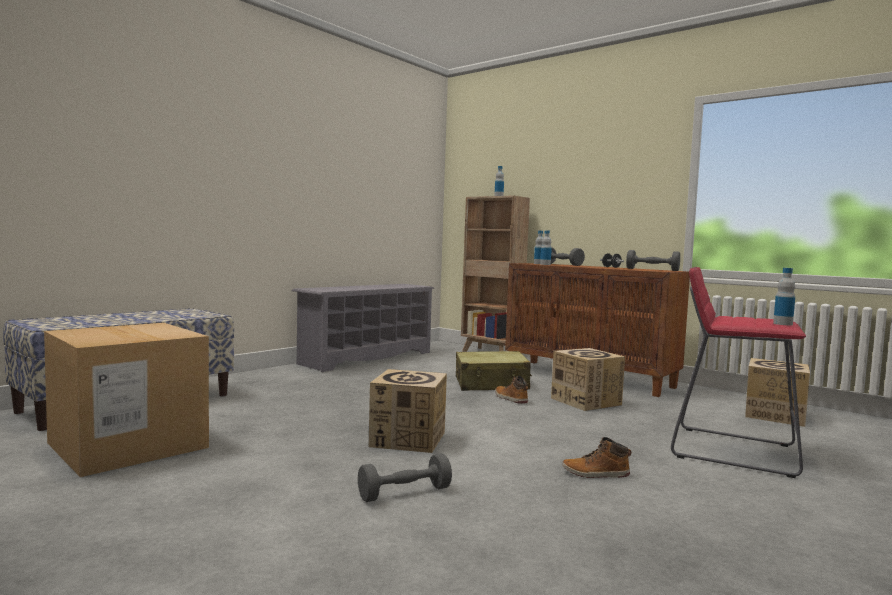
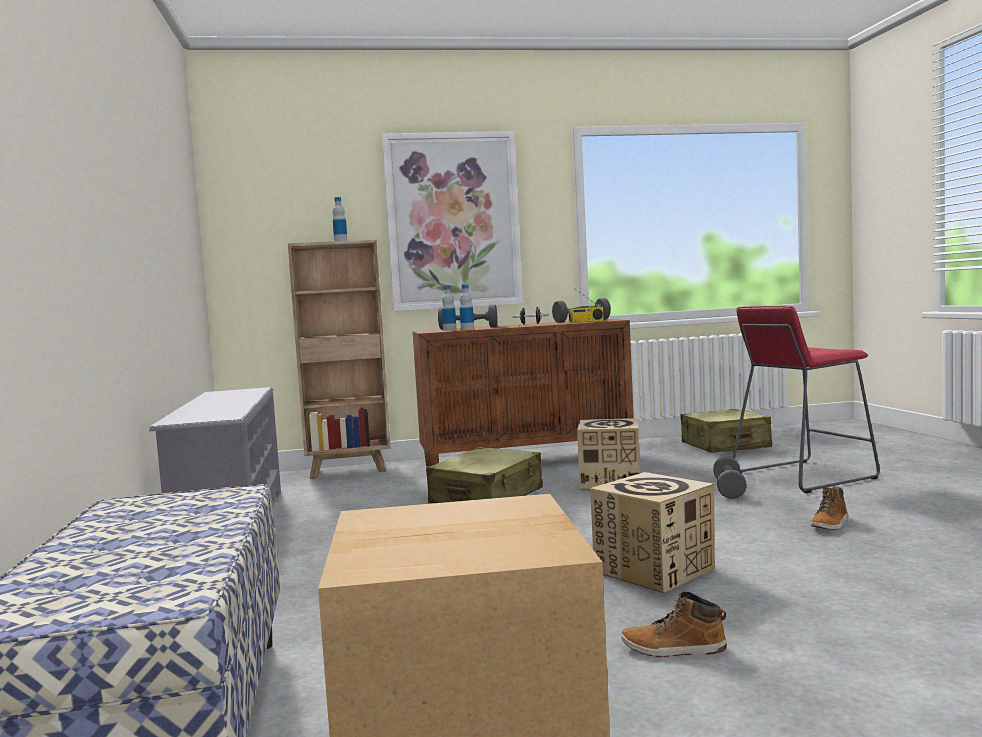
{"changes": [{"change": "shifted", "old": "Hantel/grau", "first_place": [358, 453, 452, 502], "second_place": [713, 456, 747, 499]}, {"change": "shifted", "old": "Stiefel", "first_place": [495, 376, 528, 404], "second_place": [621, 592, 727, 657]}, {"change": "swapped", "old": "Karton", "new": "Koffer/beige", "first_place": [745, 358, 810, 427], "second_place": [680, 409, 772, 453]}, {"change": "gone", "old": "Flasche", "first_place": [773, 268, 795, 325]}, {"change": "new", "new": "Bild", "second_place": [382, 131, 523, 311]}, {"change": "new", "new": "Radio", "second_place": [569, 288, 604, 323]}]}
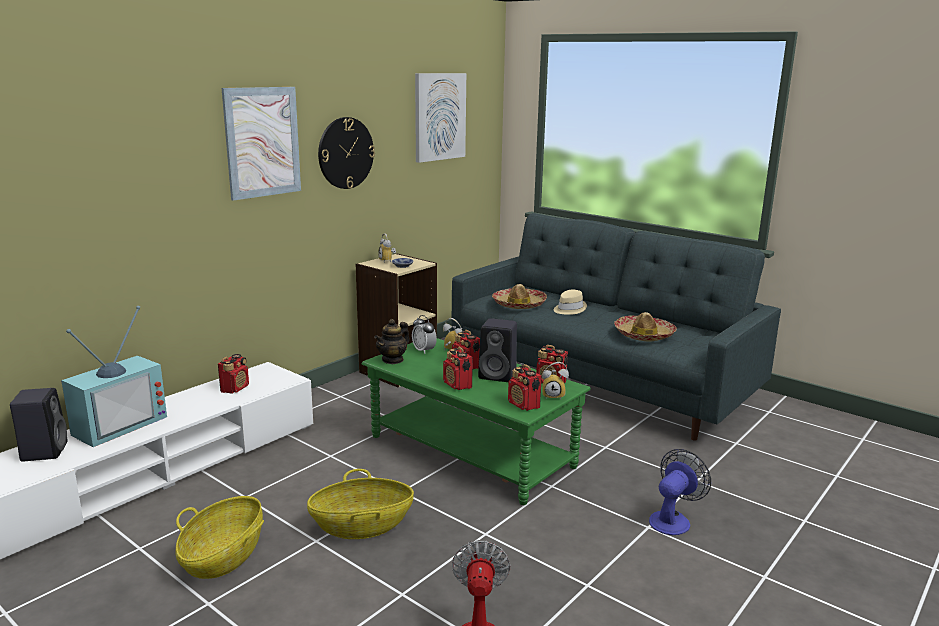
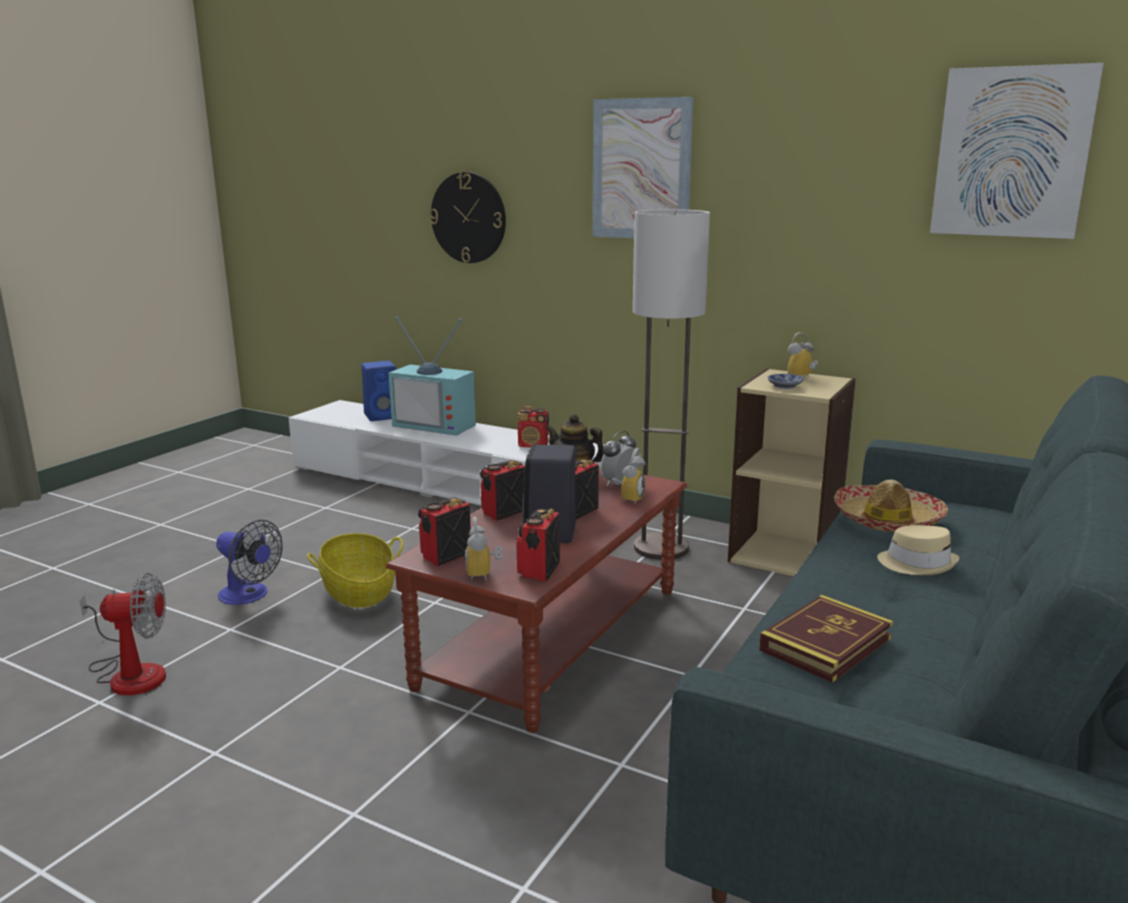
{"changes": [{"change": "repainted", "old": "Lautsprecher/schwarz", "new": "Lautsprecher/blau", "first_place": [10, 388, 67, 461], "second_place": [362, 361, 397, 421]}, {"change": "gone", "old": "Korb", "first_place": [175, 496, 264, 579]}, {"change": "shifted", "old": "Wanduhr", "first_place": [318, 117, 375, 189], "second_place": [429, 172, 506, 263]}, {"change": "repainted", "old": "Couchtisch/grün", "new": "Couchtisch/braun", "first_place": [362, 338, 591, 505], "second_place": [386, 467, 687, 733]}, {"change": "swapped", "old": "Hut", "new": "Buch", "first_place": [614, 312, 677, 342], "second_place": [759, 595, 893, 682]}, {"change": "shifted", "old": "Ventilator", "first_place": [649, 449, 711, 535], "second_place": [216, 520, 282, 605]}, {"change": "new", "new": "Stehlampe", "second_place": [633, 209, 710, 560]}]}
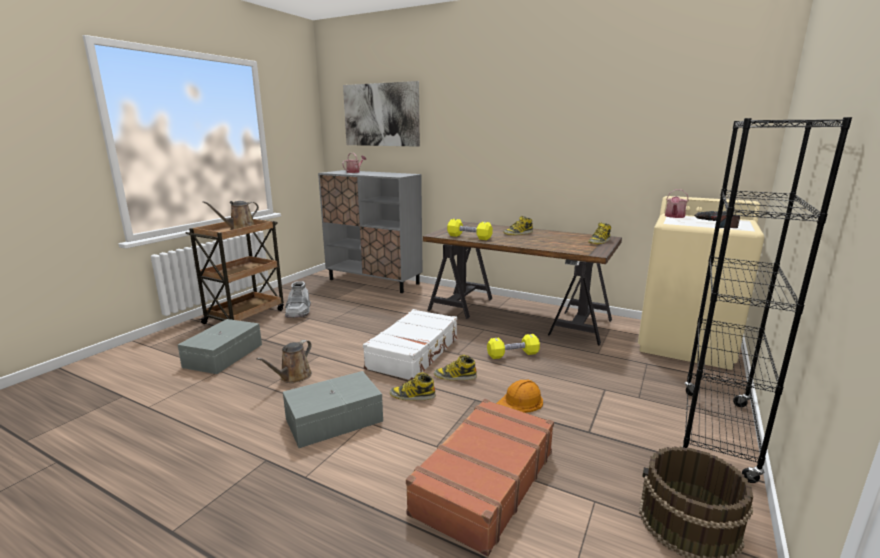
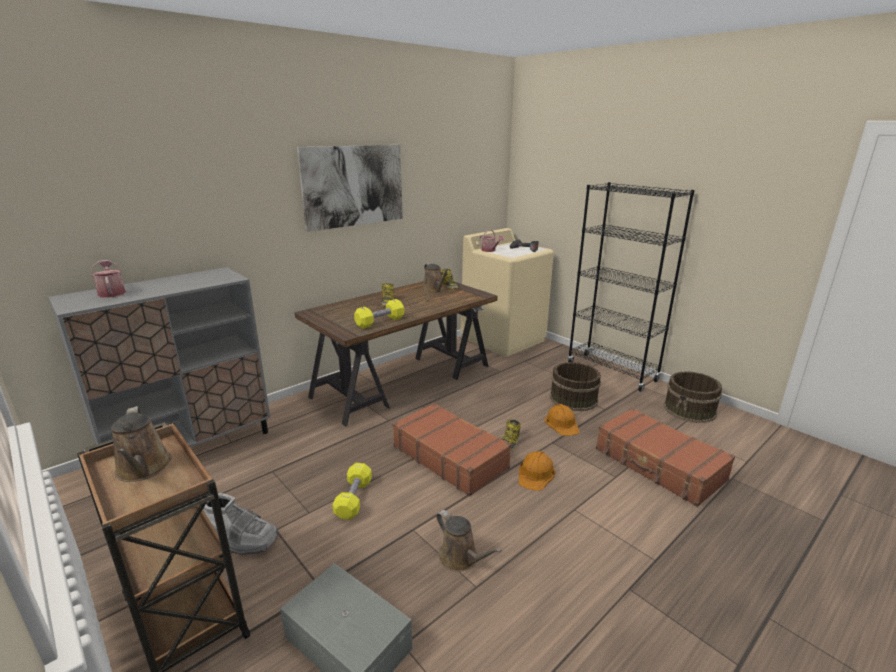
{"changes": [{"change": "gone", "old": "Aufbewahrungsbox/grau", "first_place": [283, 371, 383, 448]}, {"change": "shifted", "old": "Bild", "first_place": [343, 81, 420, 147], "second_place": [297, 145, 403, 232]}, {"change": "repainted", "old": "Koffer/weiß", "new": "Koffer/braun", "first_place": [363, 309, 458, 380], "second_place": [392, 403, 512, 496]}, {"change": "swapped", "old": "Stiefel", "new": "Schutzhelm/orange", "first_place": [390, 372, 436, 400], "second_place": [519, 451, 556, 491]}, {"change": "shifted", "old": "Hantel/gelb", "first_place": [487, 334, 540, 359], "second_place": [332, 463, 372, 520]}, {"change": "new", "new": "Gießkanne/braun", "second_place": [422, 263, 449, 294]}, {"change": "new", "new": "Eimer/braun", "second_place": [550, 362, 601, 411]}]}
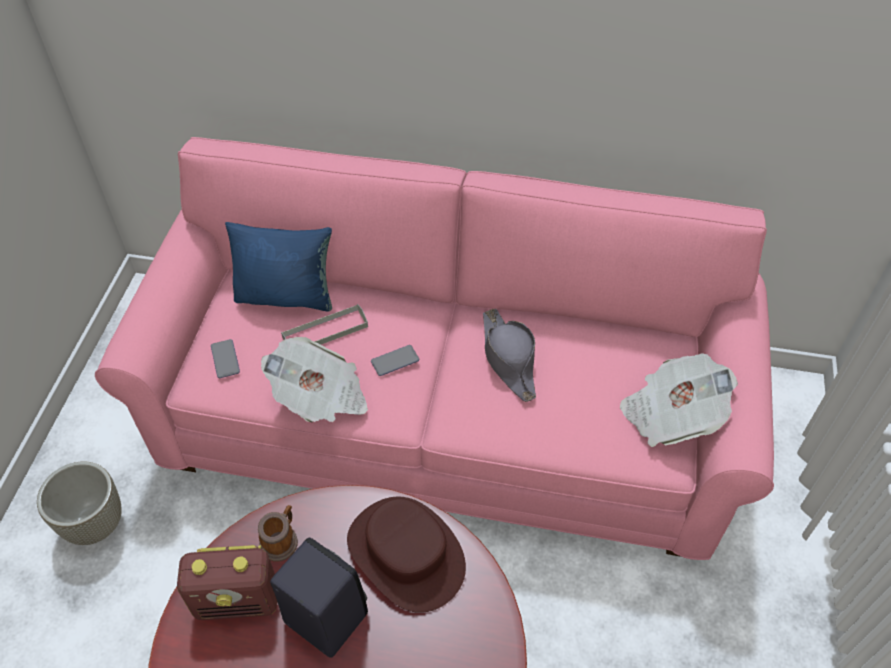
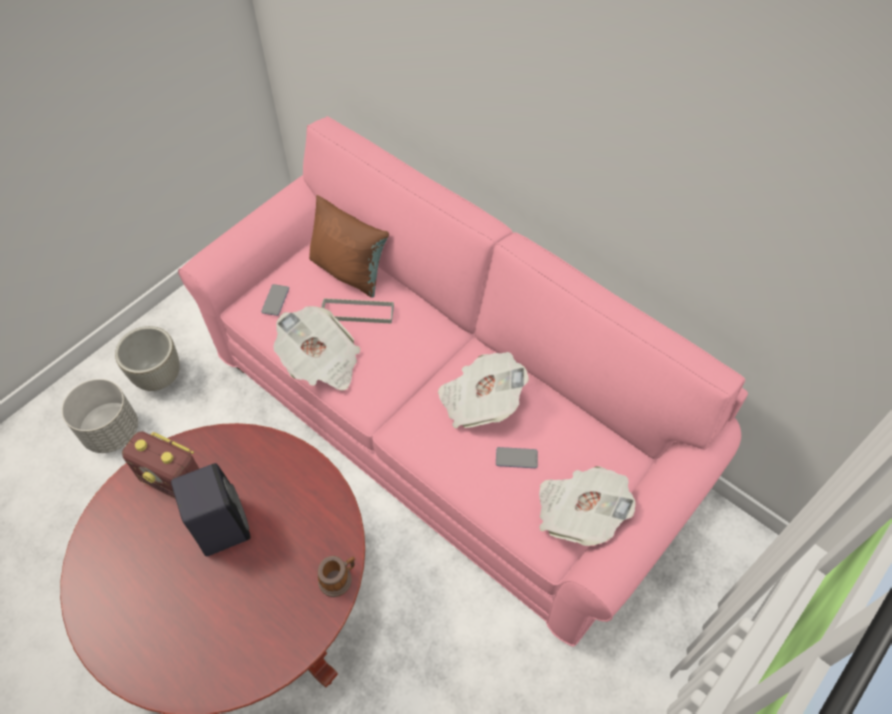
{"changes": [{"change": "repainted", "old": "Kissen/blau", "new": "Kissen/braun", "first_place": [225, 222, 332, 312], "second_place": [309, 195, 389, 298]}, {"change": "shifted", "old": "Henkelbecher", "first_place": [258, 505, 298, 561], "second_place": [318, 556, 355, 597]}, {"change": "gone", "old": "Hut/braun", "first_place": [347, 497, 466, 613]}, {"change": "shifted", "old": "Handy", "first_place": [371, 345, 419, 376], "second_place": [496, 447, 538, 468]}, {"change": "swapped", "old": "Hut/grau", "new": "Zeitung", "first_place": [483, 309, 536, 402], "second_place": [438, 352, 529, 428]}, {"change": "new", "new": "Pflanzkübel/grau", "second_place": [62, 379, 138, 453]}]}
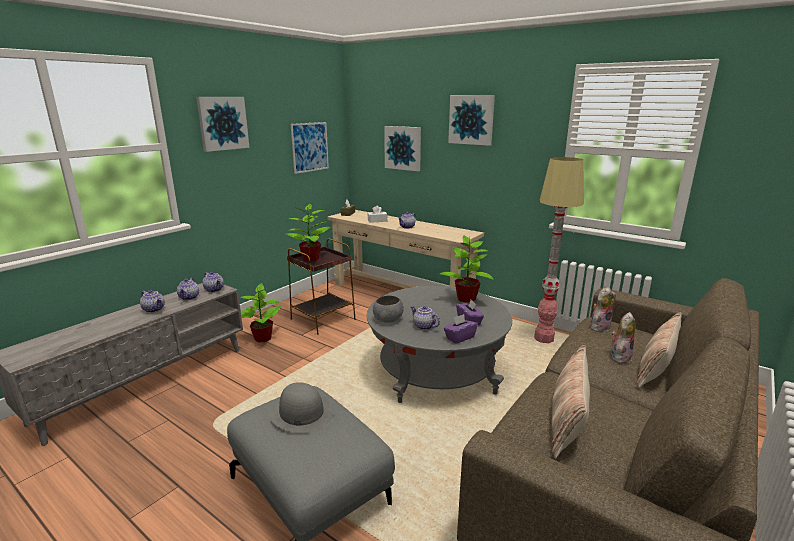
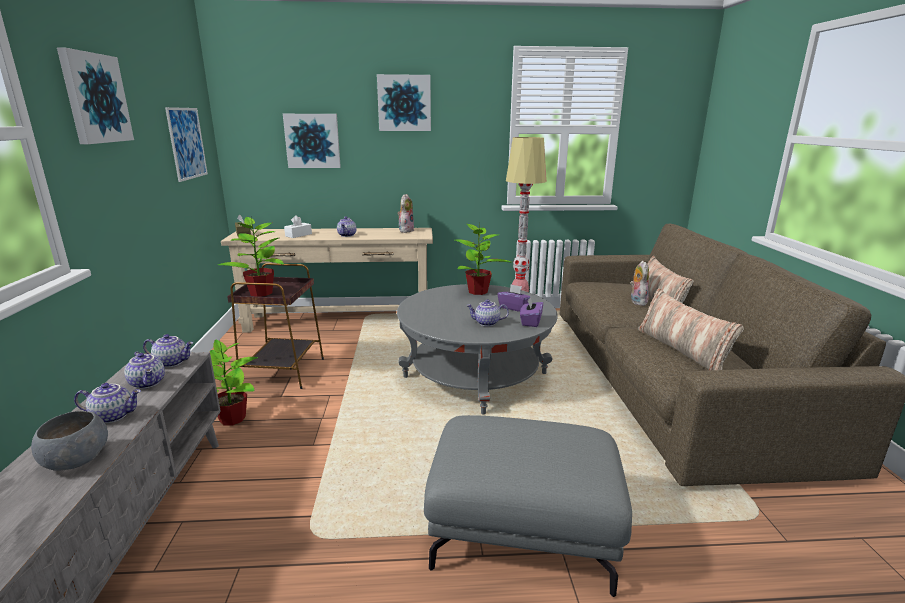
{"changes": [{"change": "gone", "old": "Hut/grau", "first_place": [270, 382, 333, 434]}, {"change": "shifted", "old": "Schüssel/grau", "first_place": [373, 295, 404, 323], "second_place": [31, 411, 108, 470]}, {"change": "shifted", "old": "Plüschtier", "first_place": [590, 287, 616, 332], "second_place": [397, 194, 414, 233]}]}
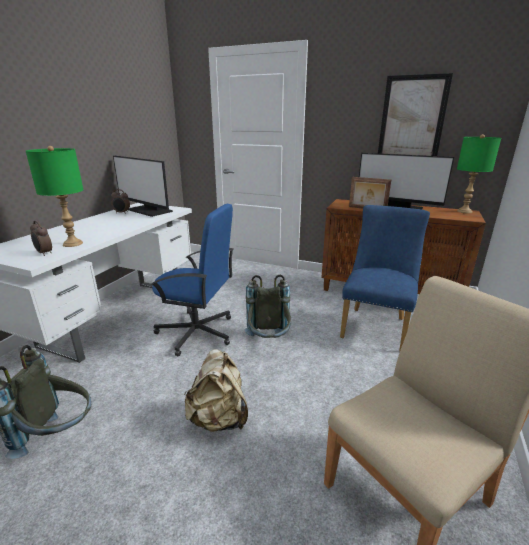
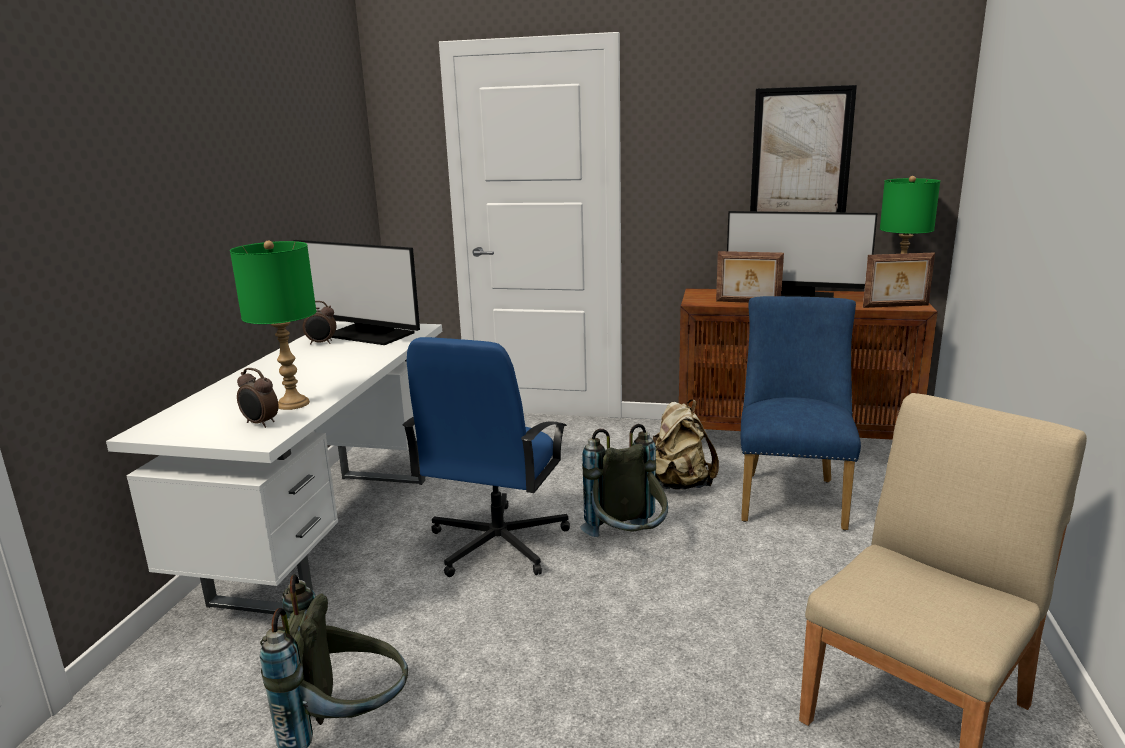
{"changes": [{"change": "rotated", "old": "Bürostuhl/blau", "first_place": [151, 204, 234, 356], "second_place": [402, 337, 570, 577], "degrees": 105}, {"change": "shifted", "old": "Rucksack/beige", "first_place": [184, 349, 248, 432], "second_place": [652, 400, 719, 490]}, {"change": "new", "new": "Bilderrahmen", "second_place": [863, 252, 935, 308]}]}
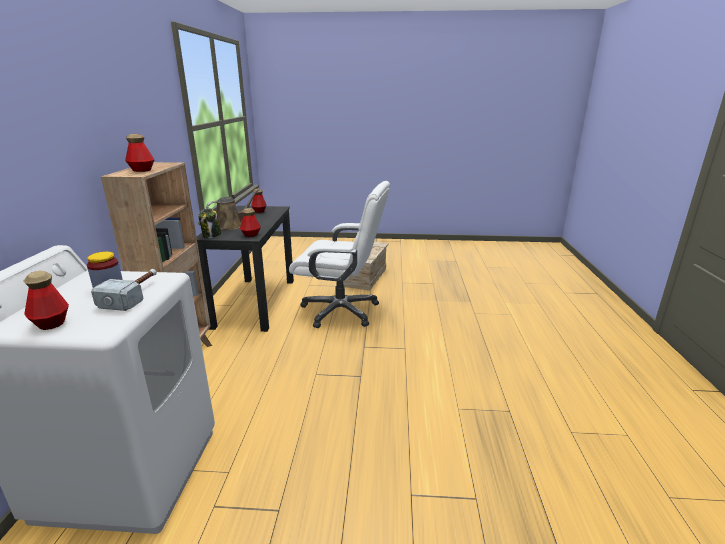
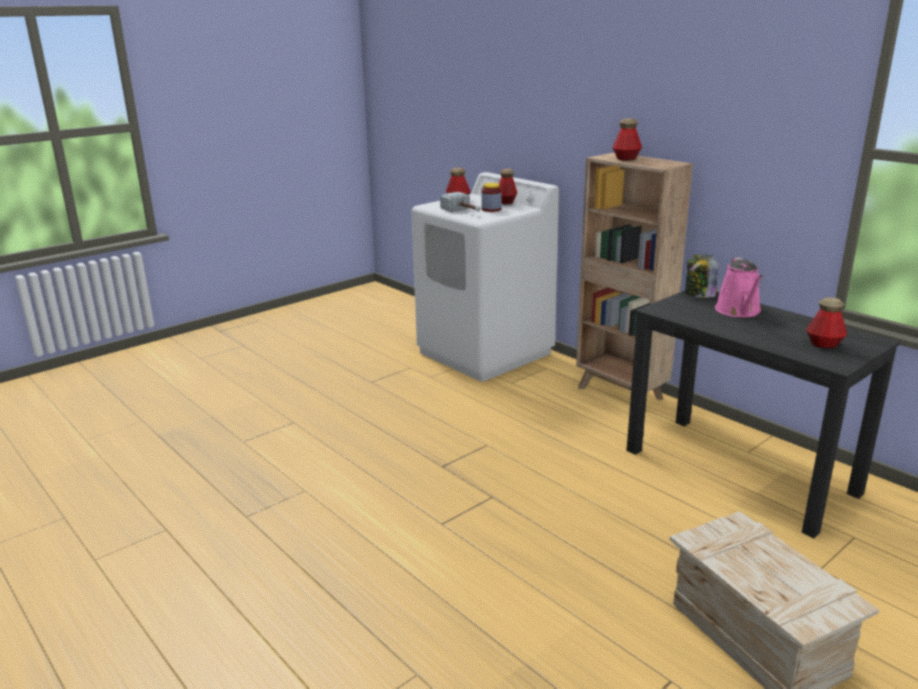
{"changes": [{"change": "repainted", "old": "Gießkanne/braun", "new": "Gießkanne/rosa", "first_place": [206, 189, 260, 230], "second_place": [715, 258, 763, 317]}, {"change": "shifted", "old": "Flasche", "first_place": [240, 208, 261, 237], "second_place": [499, 169, 517, 204]}, {"change": "gone", "old": "Bürostuhl/weiß", "first_place": [289, 181, 390, 328]}]}
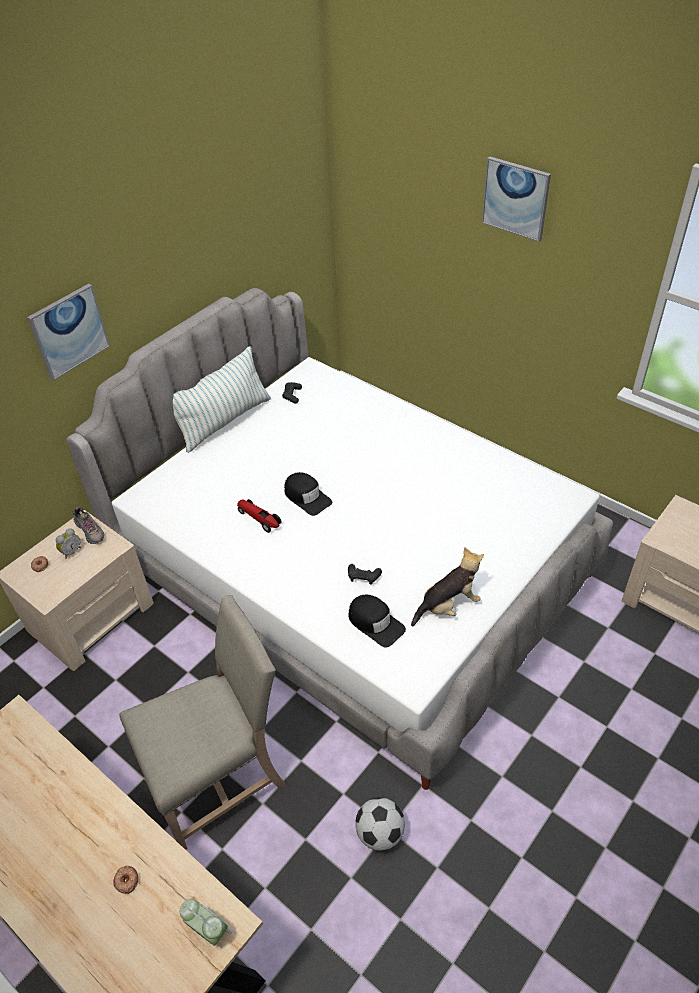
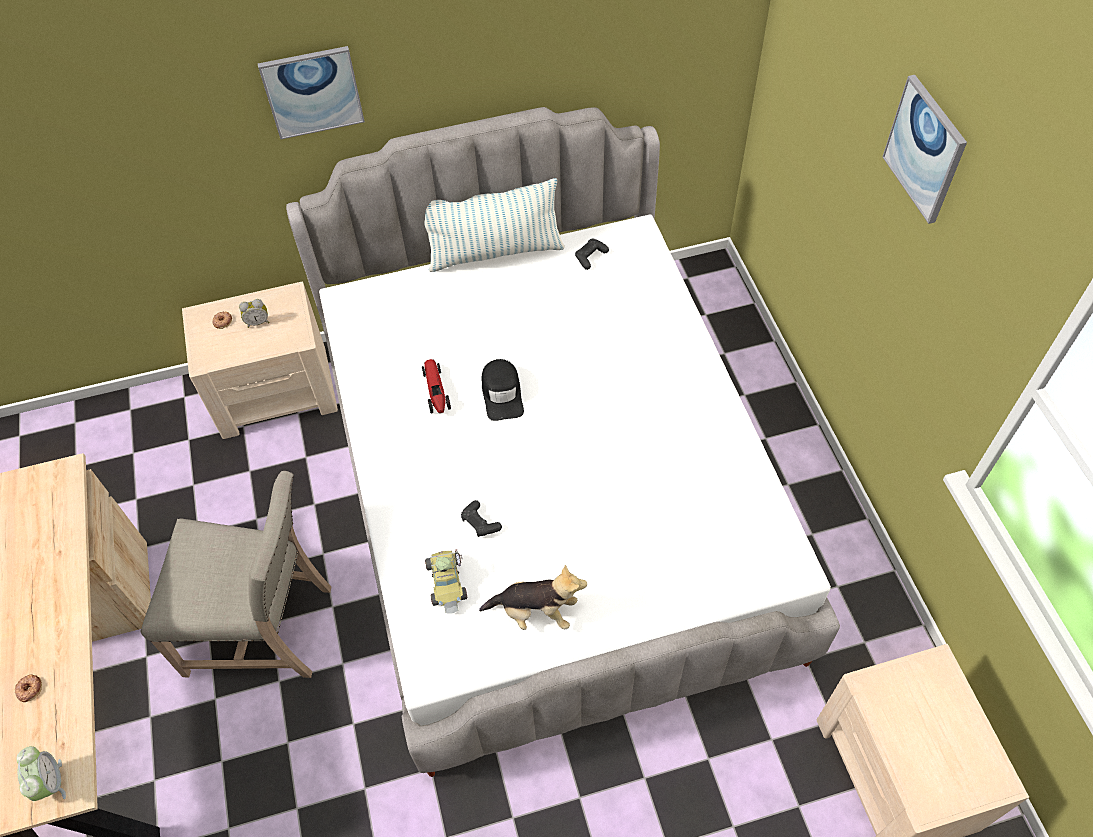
{"changes": [{"change": "gone", "old": "Schuh", "first_place": [72, 507, 104, 544]}, {"change": "swapped", "old": "Kappe/schwarz", "new": "Spielzeugauto", "first_place": [349, 594, 406, 648], "second_place": [425, 549, 468, 614]}, {"change": "gone", "old": "Fußball", "first_place": [355, 797, 405, 851]}]}
